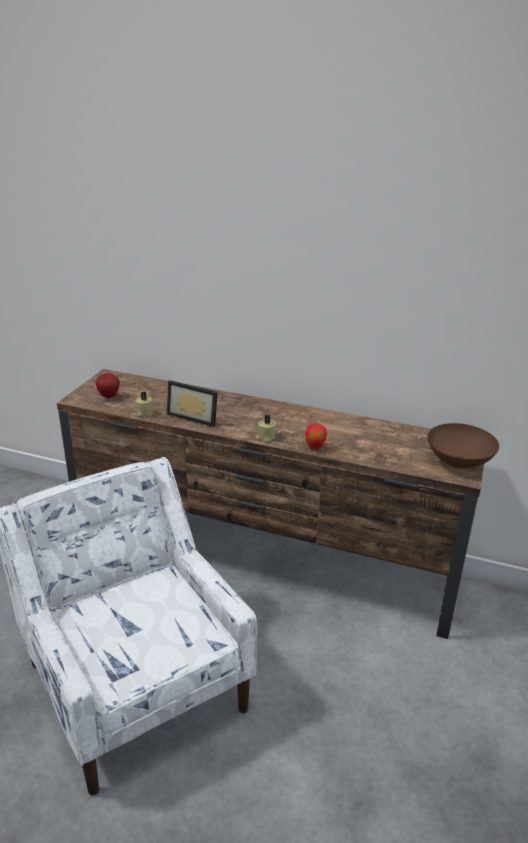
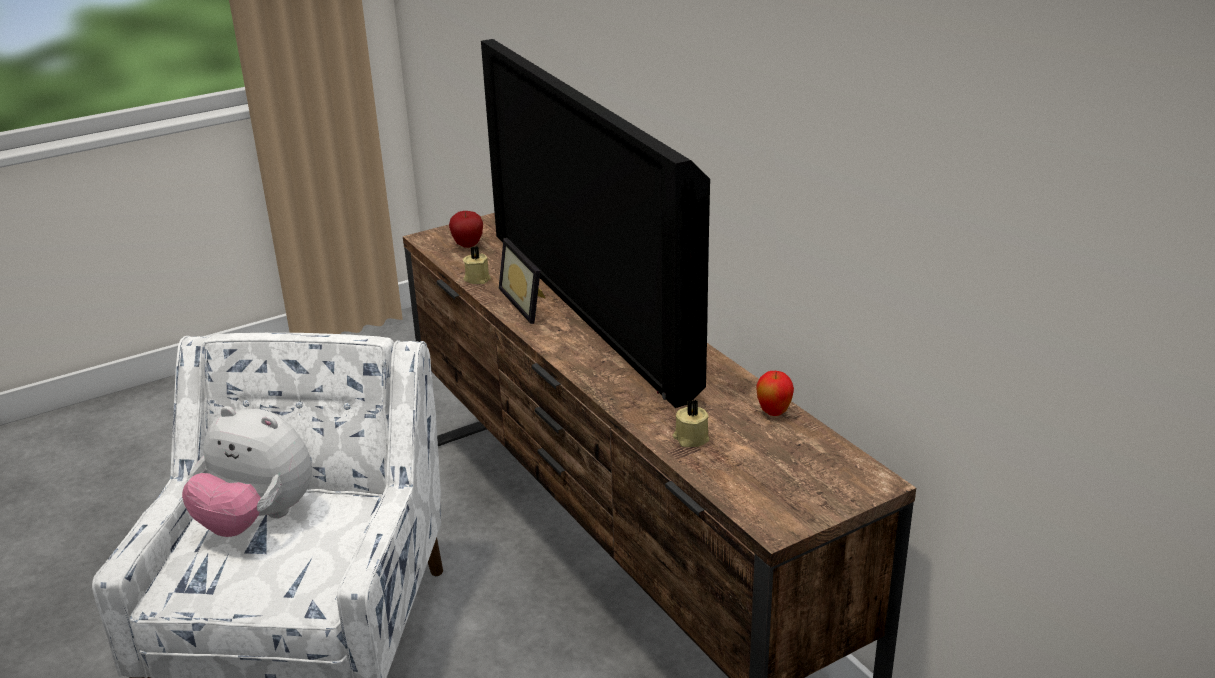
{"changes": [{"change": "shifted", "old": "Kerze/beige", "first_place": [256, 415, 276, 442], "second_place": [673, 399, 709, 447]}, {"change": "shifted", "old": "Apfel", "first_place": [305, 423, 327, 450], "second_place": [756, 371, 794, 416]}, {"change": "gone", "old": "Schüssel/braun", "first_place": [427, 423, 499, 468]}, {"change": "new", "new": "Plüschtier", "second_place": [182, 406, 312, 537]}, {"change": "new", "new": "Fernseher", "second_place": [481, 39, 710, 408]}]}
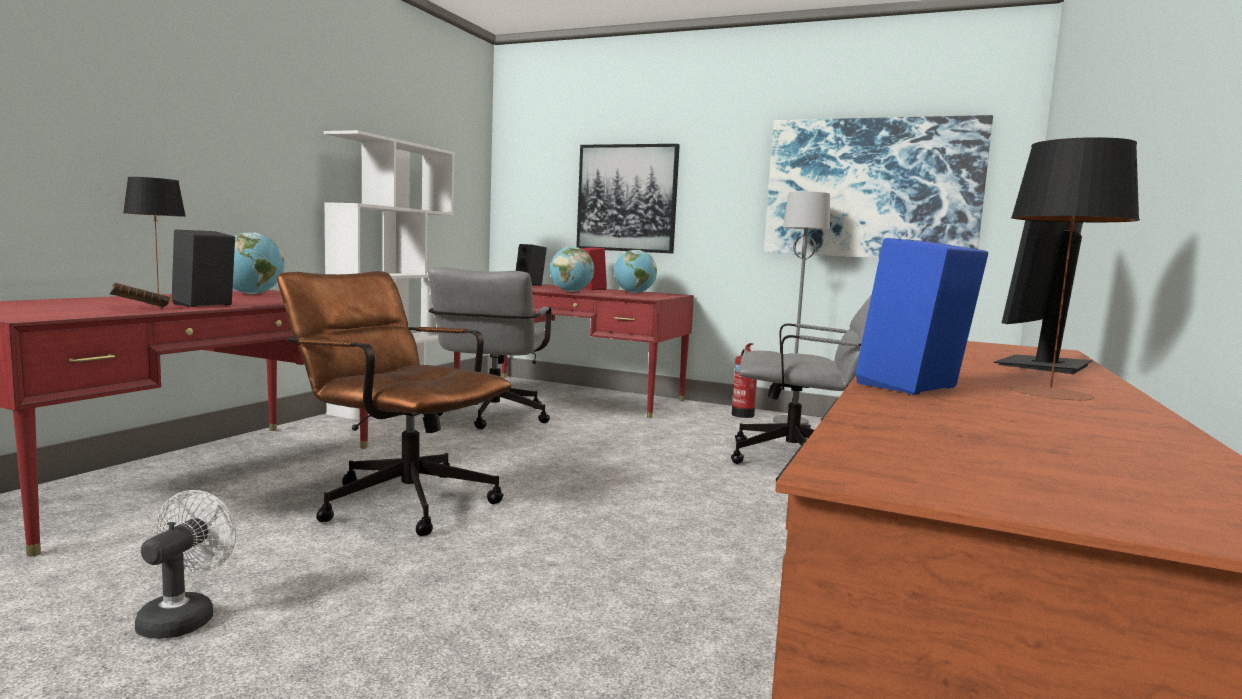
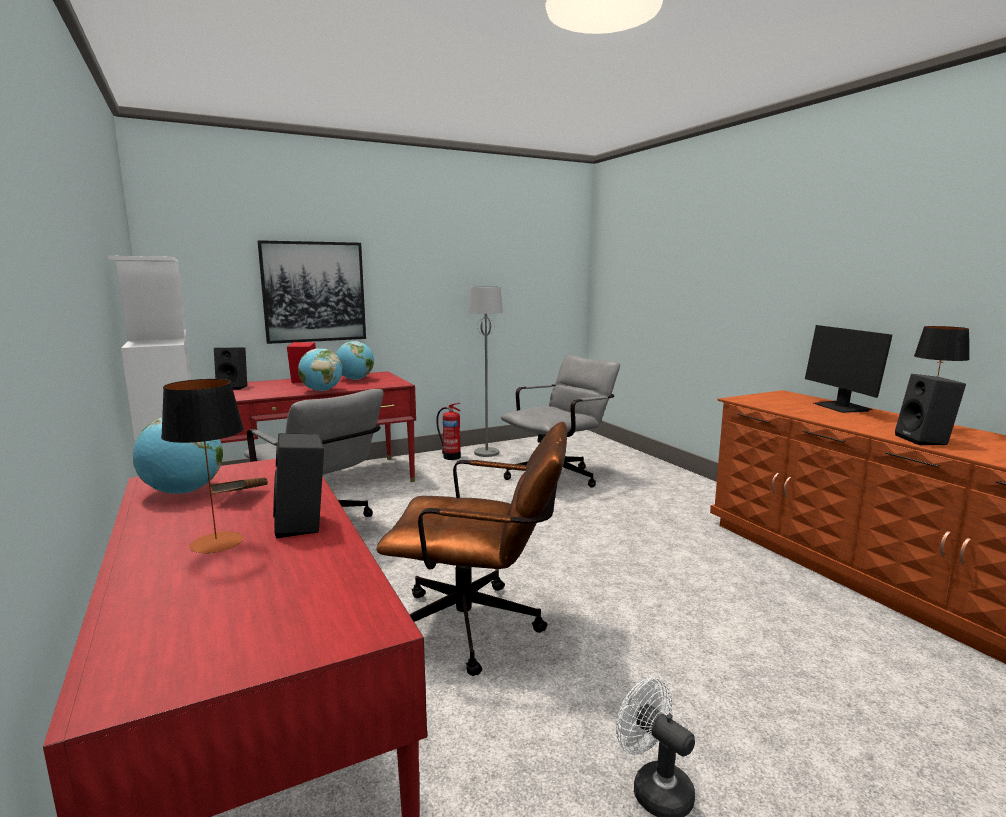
{"changes": [{"change": "shifted", "old": "Buch/braun", "first_place": [110, 283, 170, 307], "second_place": [211, 478, 268, 494]}, {"change": "rotated", "old": "Bürostuhl/braun", "first_place": [277, 271, 512, 536], "second_place": [377, 422, 567, 676], "degrees": -150}, {"change": "gone", "old": "Bild", "first_place": [764, 115, 993, 258]}, {"change": "repainted", "old": "Lautsprecher/blau", "new": "Lautsprecher/schwarz", "first_place": [855, 238, 988, 395], "second_place": [895, 374, 966, 445]}]}
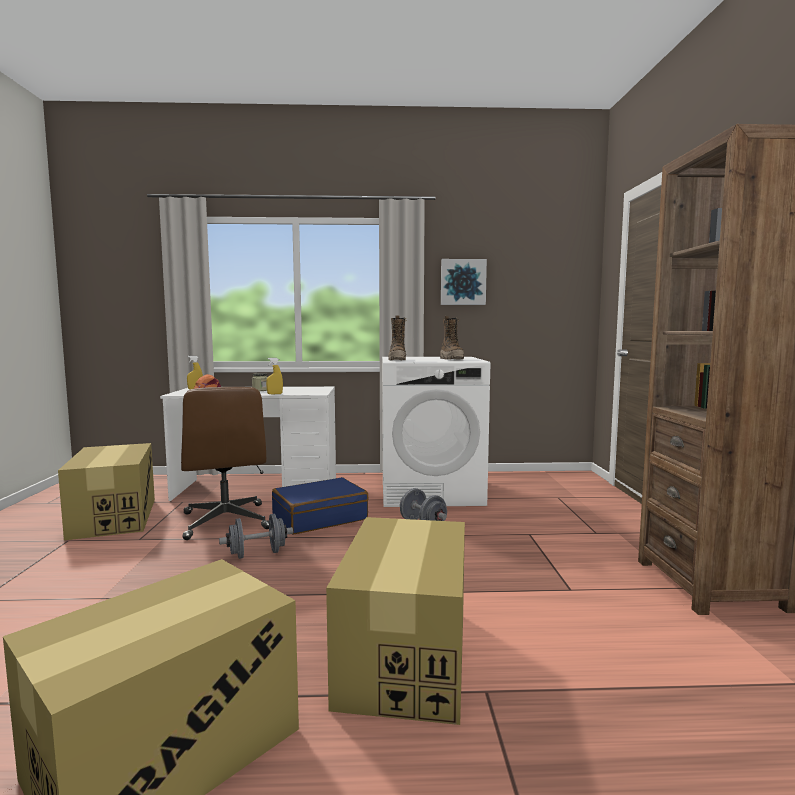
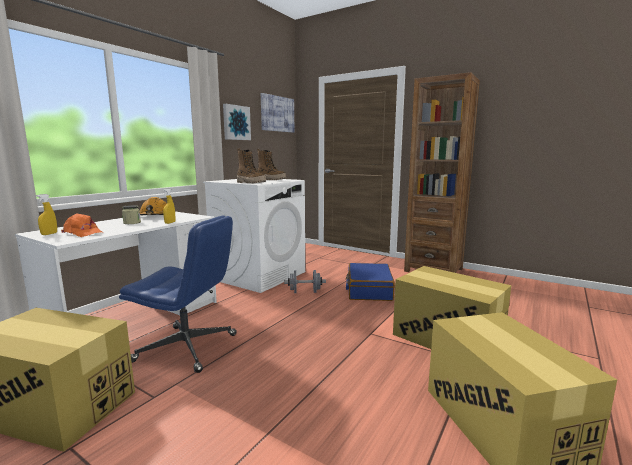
{"changes": [{"change": "repainted", "old": "Bürostuhl/braun", "new": "Bürostuhl/blau", "first_place": [181, 387, 269, 540], "second_place": [119, 215, 236, 373]}, {"change": "gone", "old": "Hantel/grau", "first_place": [219, 514, 293, 559]}, {"change": "shifted", "old": "Koffer/blau", "first_place": [272, 477, 369, 535], "second_place": [346, 263, 395, 301]}, {"change": "new", "new": "Schutzhelm/orange", "second_place": [140, 197, 167, 215]}, {"change": "new", "new": "Bild", "second_place": [261, 93, 294, 132]}]}
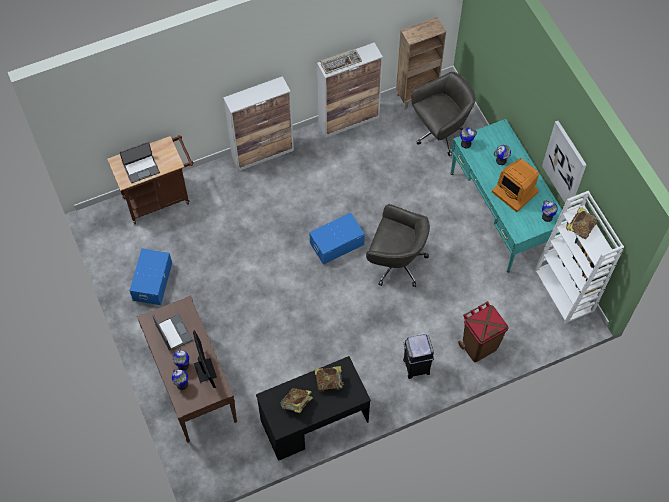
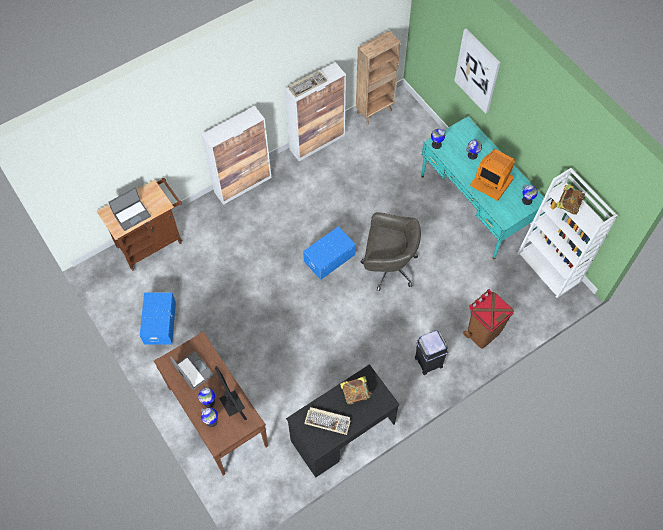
{"changes": [{"change": "swapped", "old": "Buch", "new": "Tastatur", "first_place": [281, 388, 313, 413], "second_place": [304, 407, 351, 435]}, {"change": "gone", "old": "Bürostuhl/grau", "first_place": [411, 72, 476, 156]}, {"change": "shifted", "old": "Bild", "first_place": [542, 121, 587, 209], "second_place": [454, 28, 501, 114]}]}
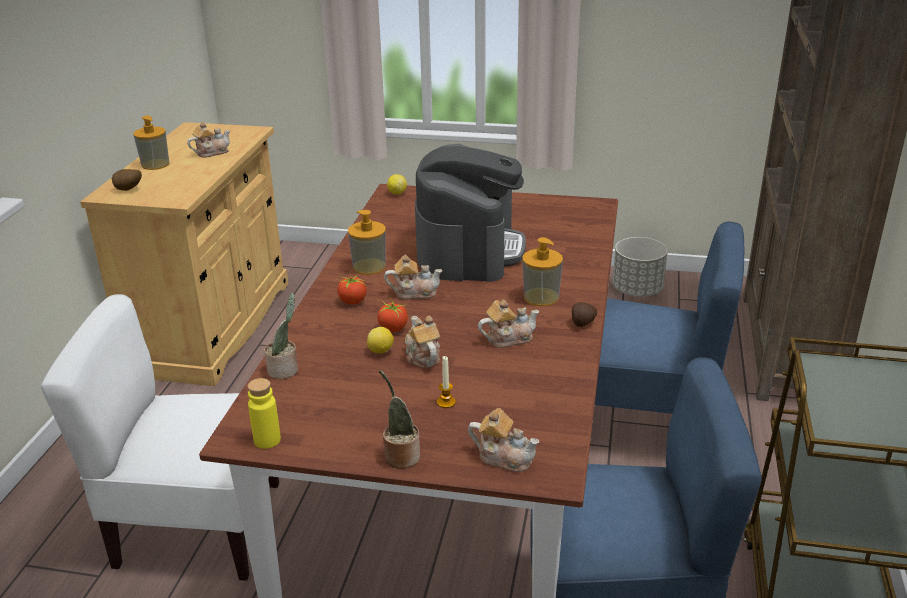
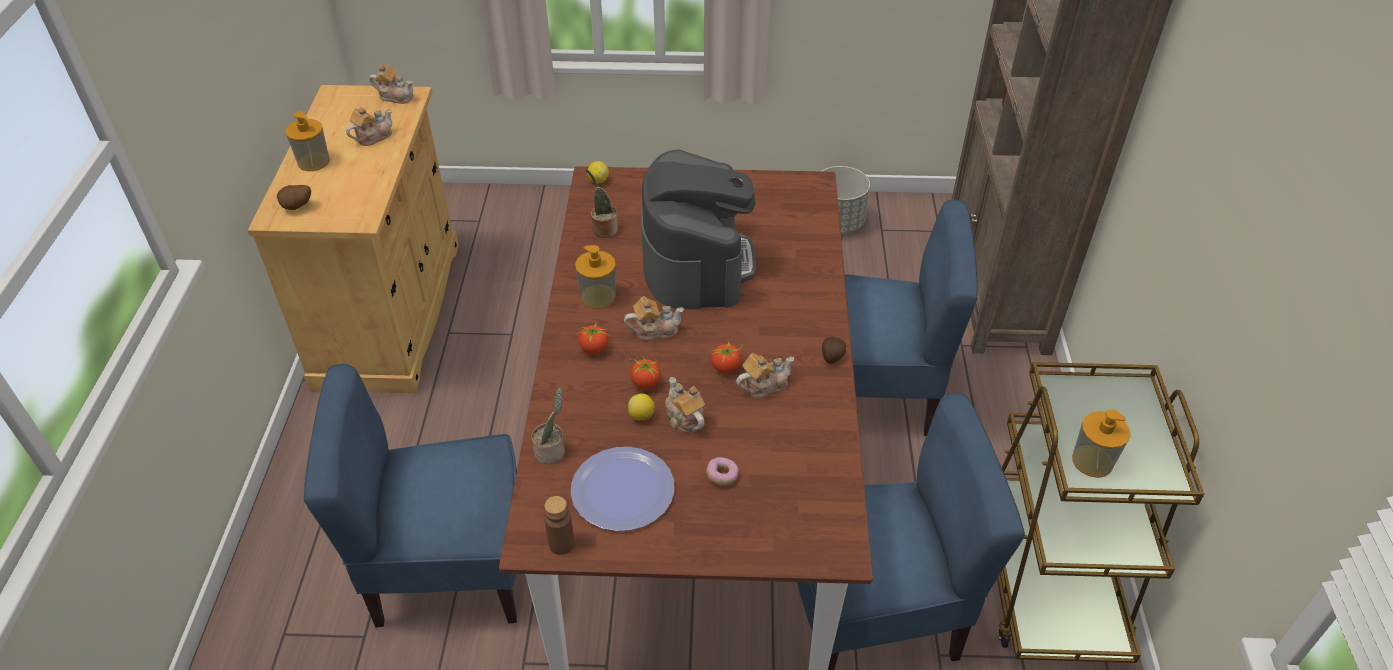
{"changes": [{"change": "repainted", "old": "Stuhl/weiß", "new": "Stuhl/blau", "first_place": [41, 294, 279, 581], "second_place": [304, 364, 517, 628]}, {"change": "repainted", "old": "Flasche/gelb", "new": "Flasche/braun", "first_place": [248, 378, 281, 449], "second_place": [544, 496, 575, 555]}, {"change": "shifted", "old": "Topfpflanze", "first_place": [379, 370, 420, 469], "second_place": [586, 169, 618, 238]}, {"change": "swapped", "old": "Kerze", "new": "Donut", "first_place": [437, 356, 456, 408], "second_place": [706, 457, 739, 486]}, {"change": "shifted", "old": "Teekanne", "first_place": [468, 408, 540, 472], "second_place": [369, 64, 413, 104]}, {"change": "shifted", "old": "Seifenspender", "first_place": [522, 237, 563, 306], "second_place": [1072, 409, 1130, 478]}, {"change": "new", "new": "Teller", "second_place": [571, 447, 675, 531]}, {"change": "new", "new": "Tomate", "second_place": [711, 340, 743, 374]}]}
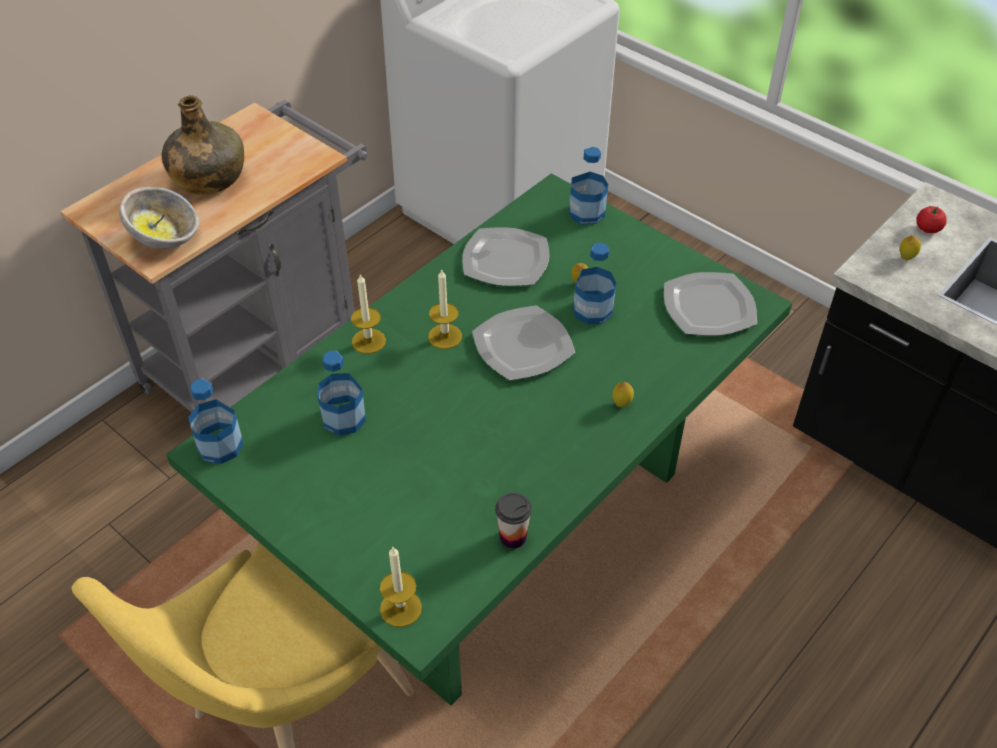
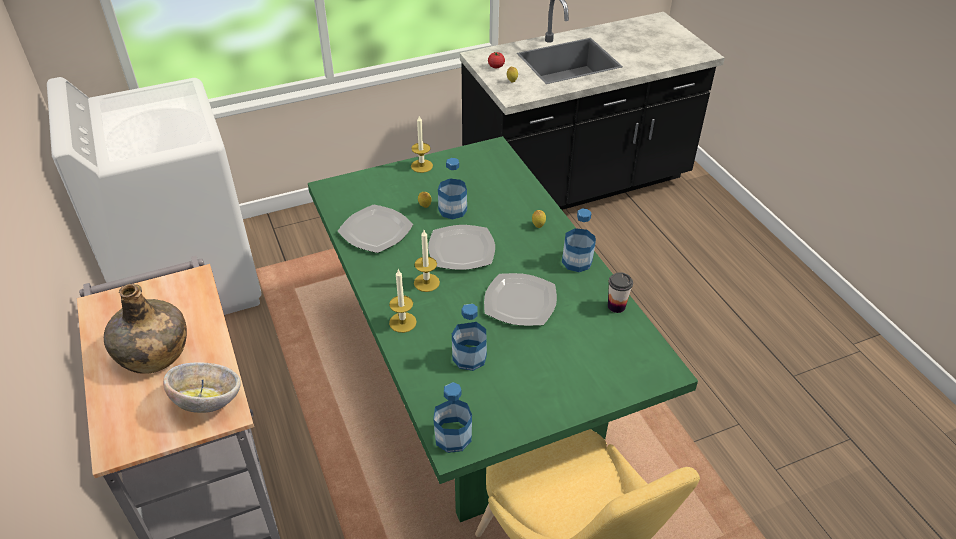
{"changes": [{"change": "shifted", "old": "Kerze", "first_place": [380, 546, 422, 627], "second_place": [411, 116, 433, 173]}, {"change": "shifted", "old": "Flasche", "first_place": [569, 147, 608, 225], "second_place": [562, 208, 596, 272]}, {"change": "shifted", "old": "Teller", "first_place": [664, 272, 757, 336], "second_place": [484, 273, 557, 326]}]}
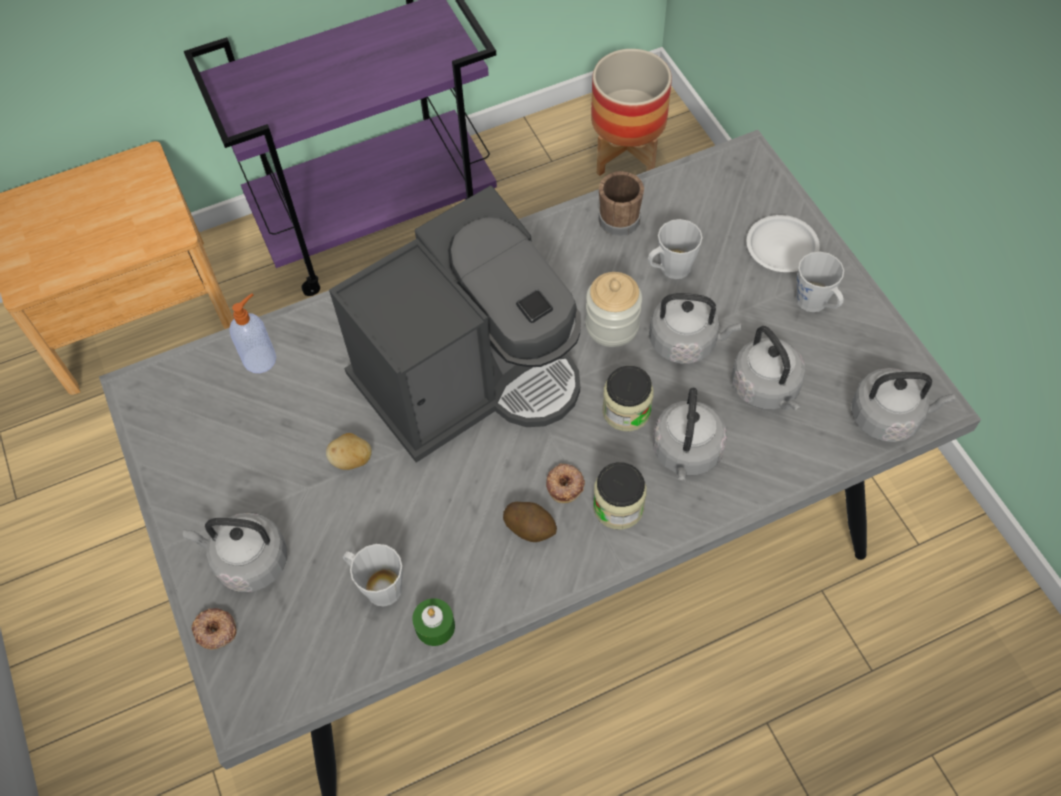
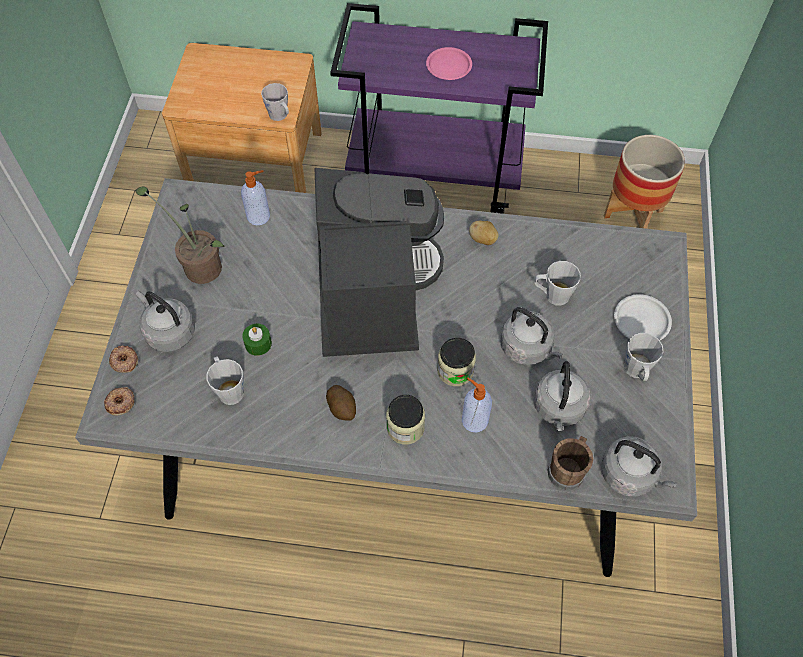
{"changes": [{"change": "shifted", "old": "Kartoffel", "first_place": [326, 433, 372, 470], "second_place": [469, 221, 498, 245]}, {"change": "rotated", "old": "Kaffeemaschine", "first_place": [329, 186, 581, 463], "second_place": [315, 168, 444, 357], "degrees": -90}, {"change": "shifted", "old": "Kerze/grün", "first_place": [412, 598, 455, 646], "second_place": [242, 324, 272, 356]}, {"change": "shifted", "old": "Donut", "first_place": [546, 463, 585, 503], "second_place": [104, 387, 135, 416]}, {"change": "gone", "old": "Vorratsglas", "first_place": [586, 272, 642, 347]}, {"change": "shifted", "old": "Henkelbecher/braun", "first_place": [599, 171, 644, 236], "second_place": [548, 436, 593, 490]}, {"change": "swapped", "old": "Wasserkessel/grau", "new": "Seifenspender", "first_place": [653, 388, 727, 480], "second_place": [462, 377, 492, 432]}, {"change": "new", "new": "Topfpflanze", "second_place": [135, 187, 225, 284]}, {"change": "new", "new": "Henkelbecher/grau", "second_place": [261, 83, 289, 121]}, {"change": "new", "new": "Teller/rosa", "second_place": [426, 47, 472, 80]}]}
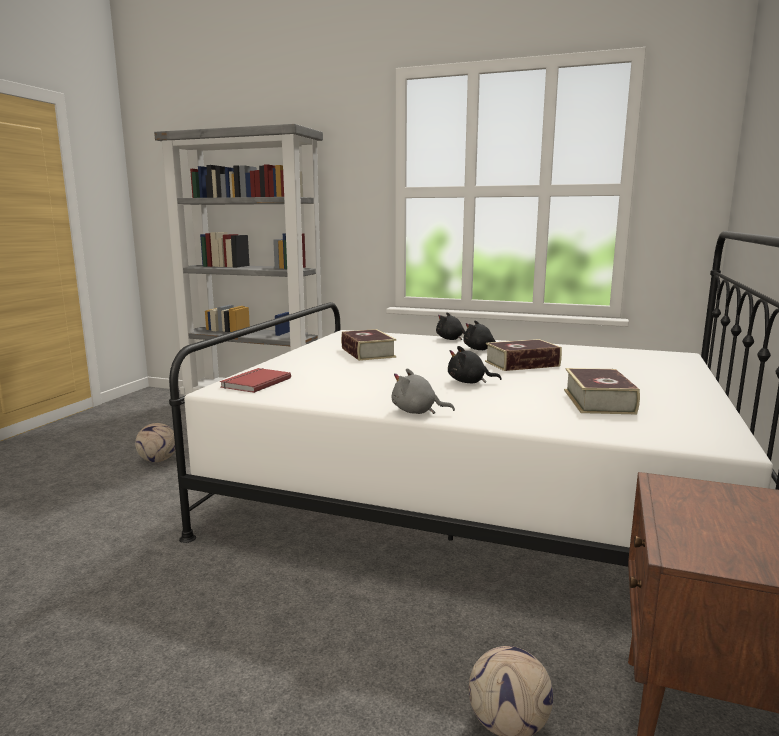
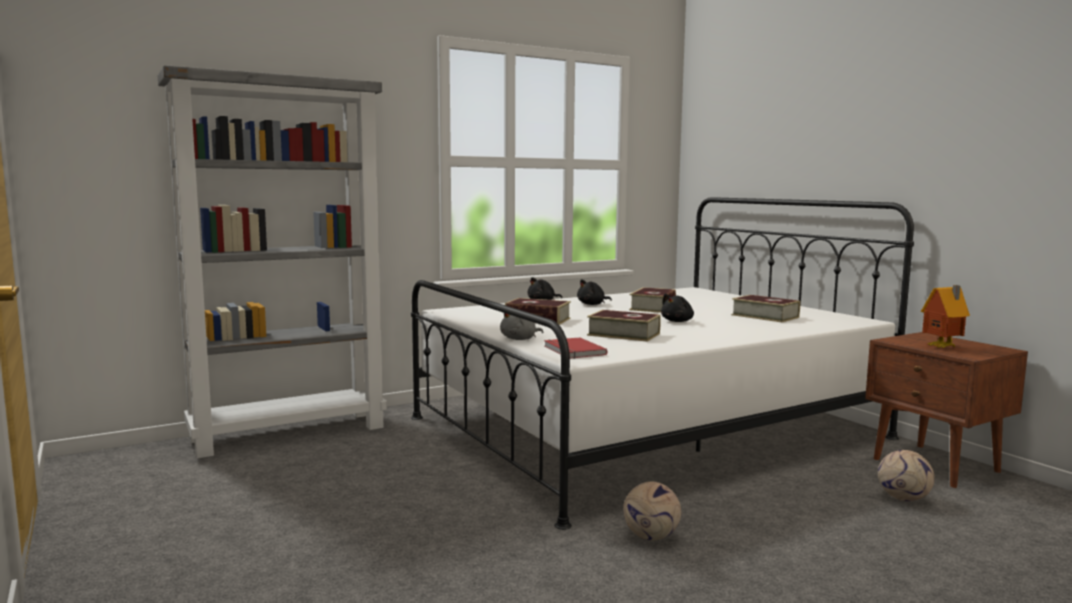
{"changes": [{"change": "shifted", "old": "Fußball", "first_place": [135, 423, 175, 462], "second_place": [623, 481, 681, 541]}, {"change": "shifted", "old": "Plüschtier/grau", "first_place": [392, 368, 455, 414], "second_place": [500, 313, 543, 340]}, {"change": "new", "new": "Buch", "second_place": [587, 310, 661, 342]}, {"change": "new", "new": "Spielzeughaus", "second_place": [921, 285, 970, 348]}]}
